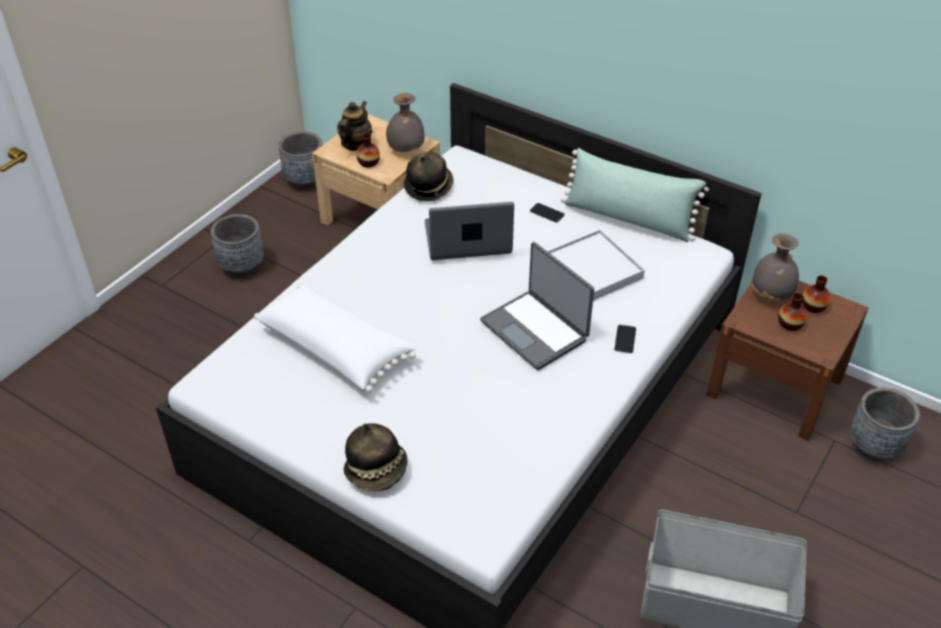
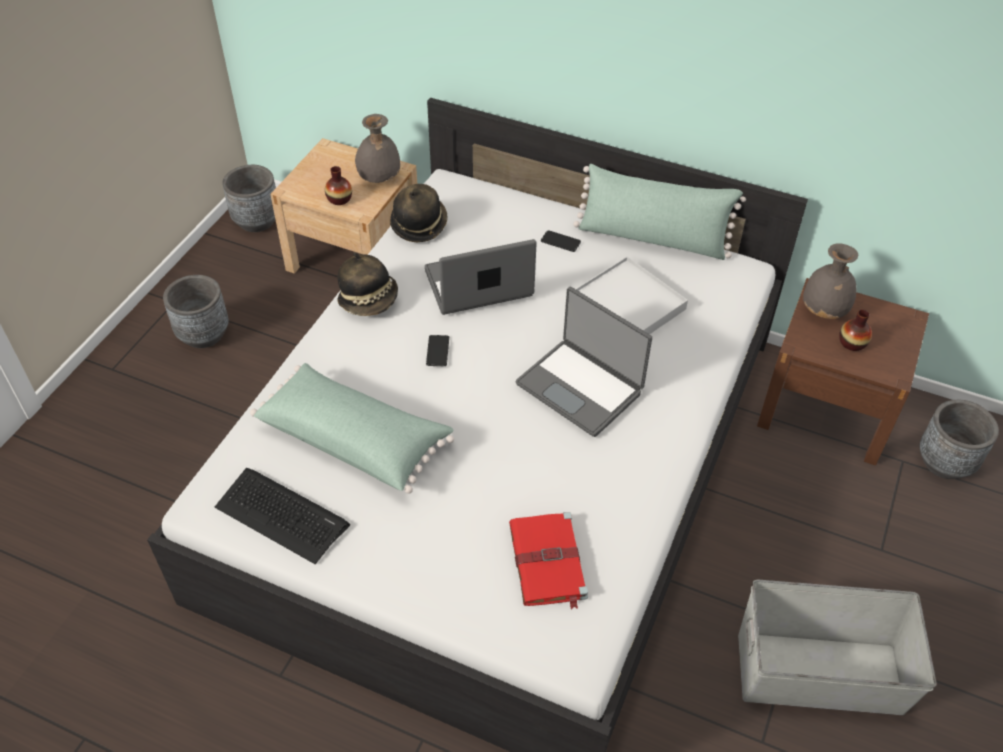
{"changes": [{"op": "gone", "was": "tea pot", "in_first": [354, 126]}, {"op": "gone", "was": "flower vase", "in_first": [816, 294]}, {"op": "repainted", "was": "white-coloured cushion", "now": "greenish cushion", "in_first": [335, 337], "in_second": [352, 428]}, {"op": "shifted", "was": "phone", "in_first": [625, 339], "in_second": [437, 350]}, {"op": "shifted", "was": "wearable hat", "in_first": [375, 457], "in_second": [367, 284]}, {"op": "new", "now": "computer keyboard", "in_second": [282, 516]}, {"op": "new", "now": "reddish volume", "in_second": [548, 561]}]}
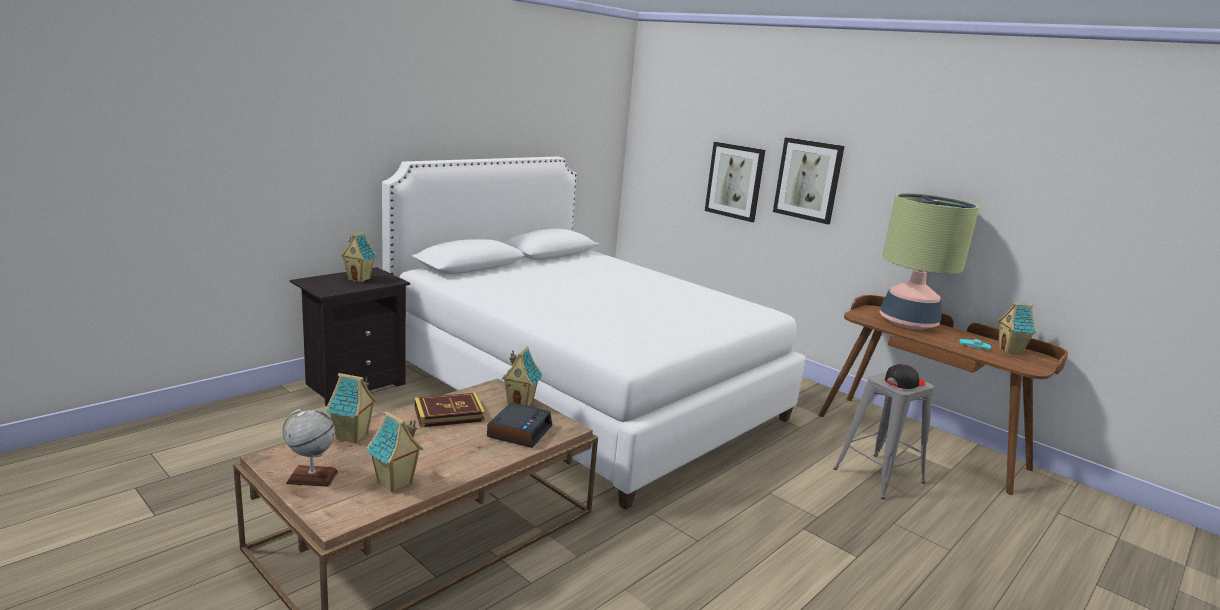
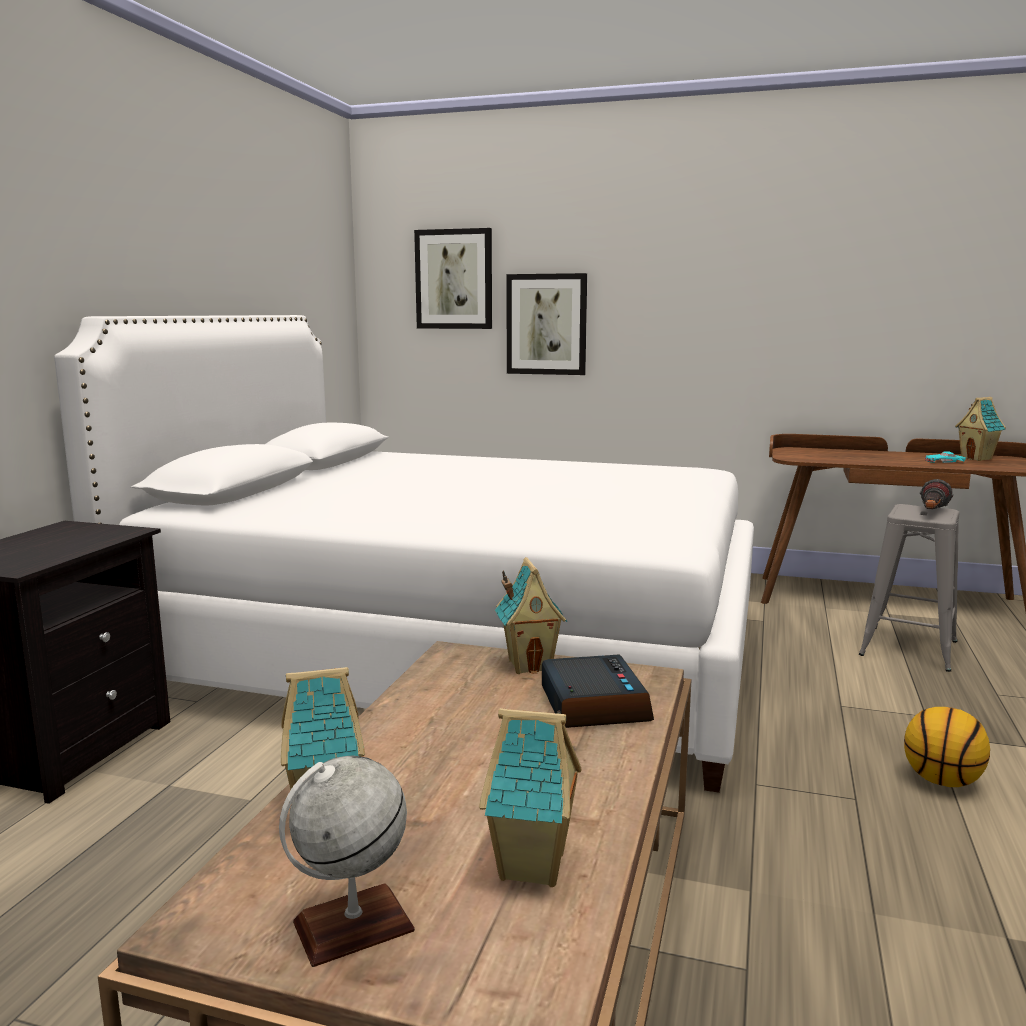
{"changes": [{"op": "shifted", "was": "wall picture", "in_first": [809, 180], "in_second": [453, 278]}, {"op": "gone", "was": "lamp for a table", "in_first": [929, 261]}, {"op": "gone", "was": "miniature house", "in_first": [359, 256]}, {"op": "swapped", "was": "black peaked cap", "now": "hand torch", "in_first": [905, 376], "in_second": [936, 494]}, {"op": "gone", "was": "volume", "in_first": [449, 410]}, {"op": "new", "now": "basketball ball", "in_second": [947, 747]}]}
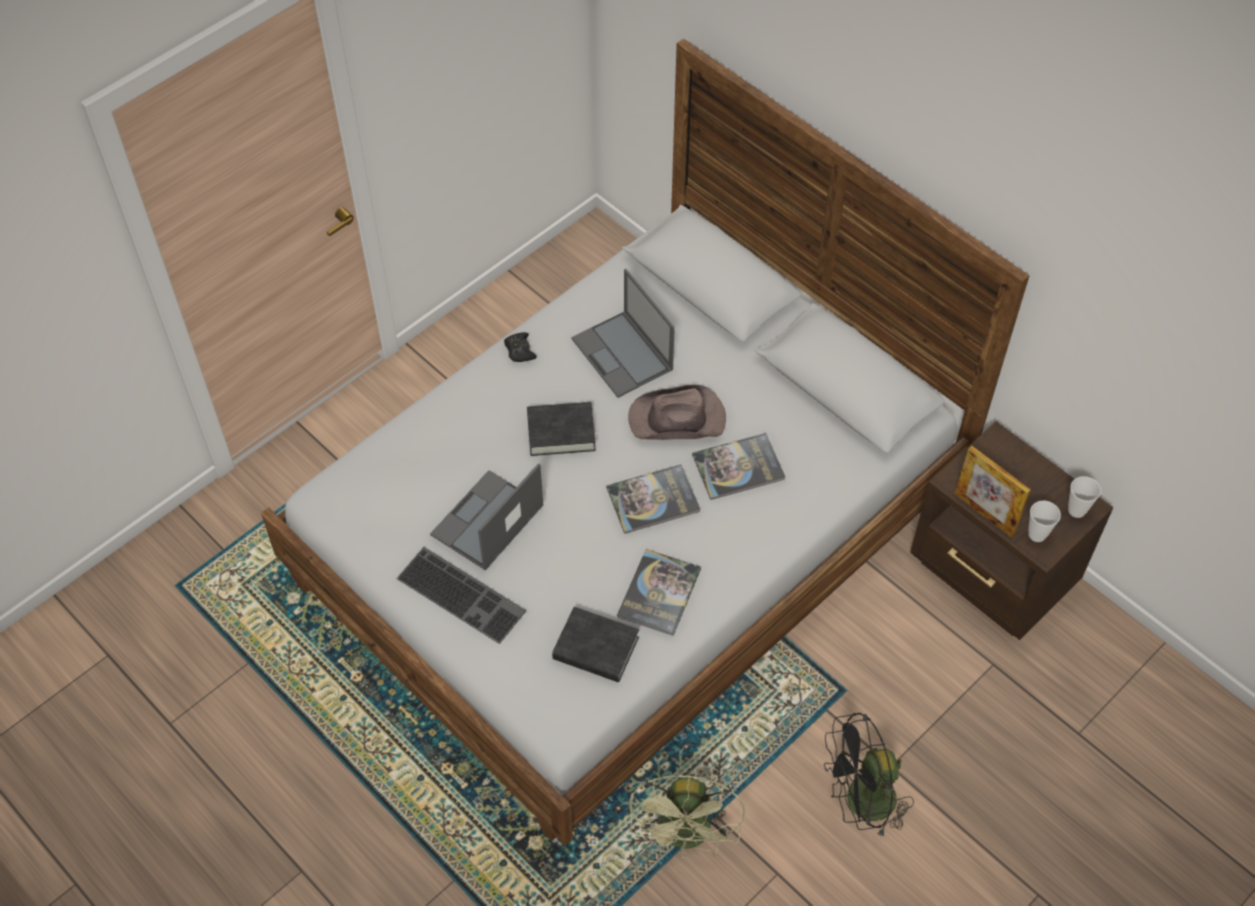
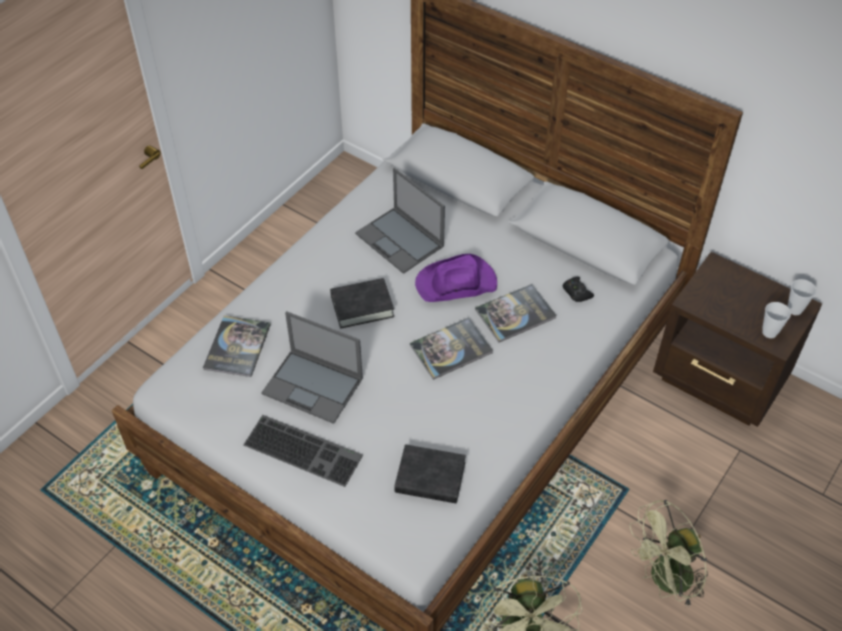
{"changes": [{"op": "shifted", "was": "black gamepad", "in_first": [520, 347], "in_second": [578, 289]}, {"op": "repainted", "was": "brown-coloured wearable hat", "now": "purplish wearable hat", "in_first": [677, 412], "in_second": [456, 278]}, {"op": "gone", "was": "standing frame", "in_first": [993, 491]}, {"op": "rotated", "was": "notebook computer", "in_first": [487, 516], "in_second": [312, 367], "clockwise": -90}, {"op": "shifted", "was": "volume", "in_first": [659, 592], "in_second": [237, 346]}, {"op": "repainted", "was": "black fan", "now": "greenish fan", "in_first": [869, 775], "in_second": [669, 552]}]}
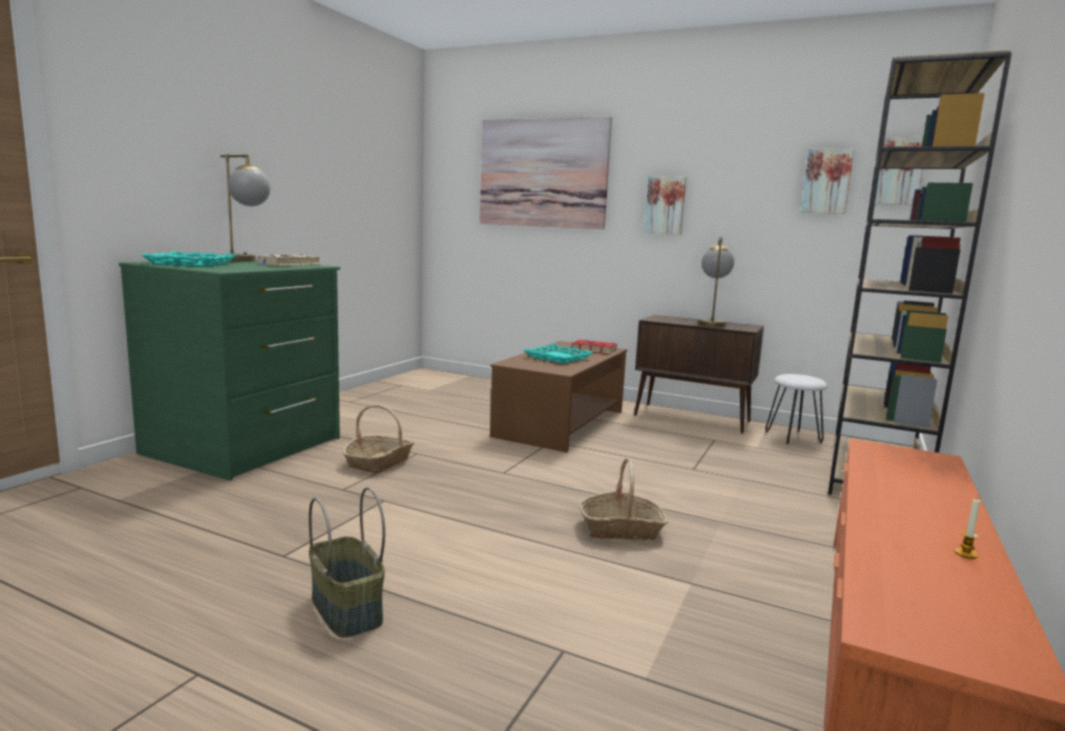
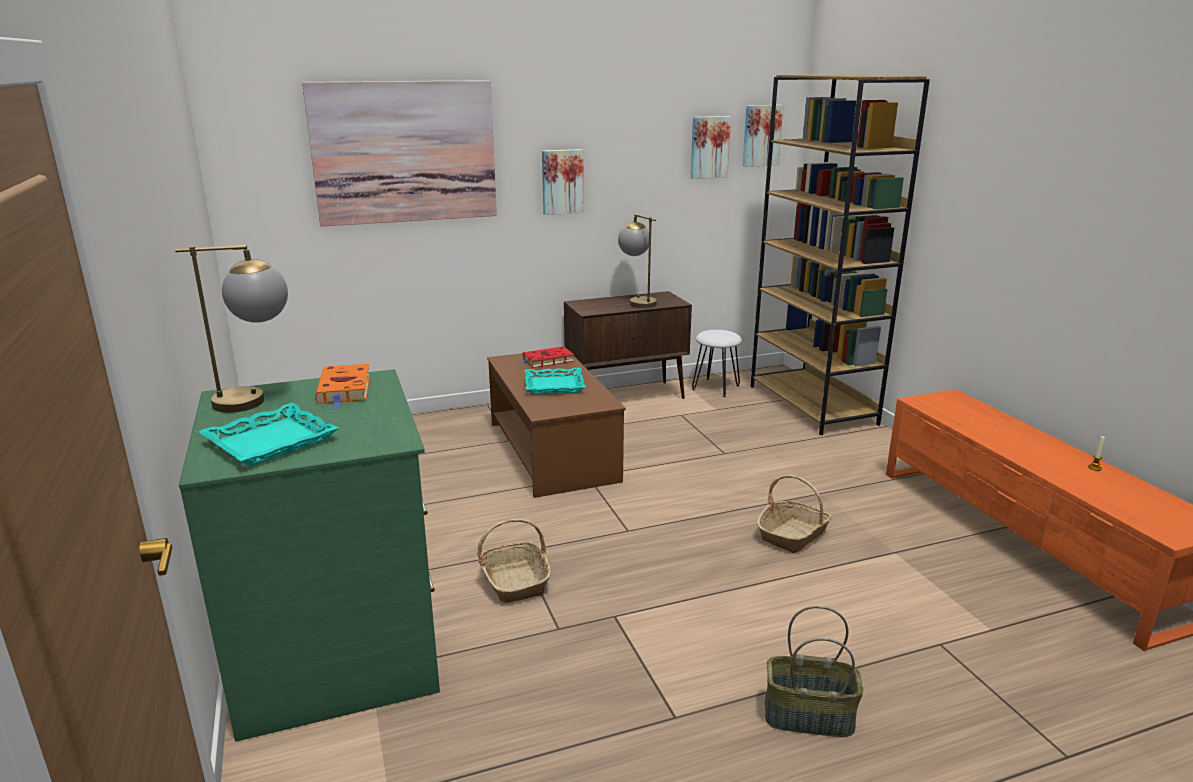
{"changes": [{"op": "repainted", "was": "beige-coloured volume", "now": "orange volume", "in_first": [289, 260], "in_second": [342, 386]}]}
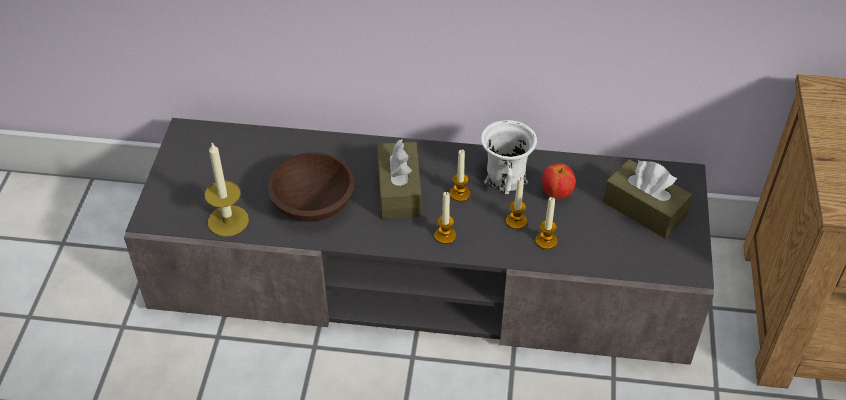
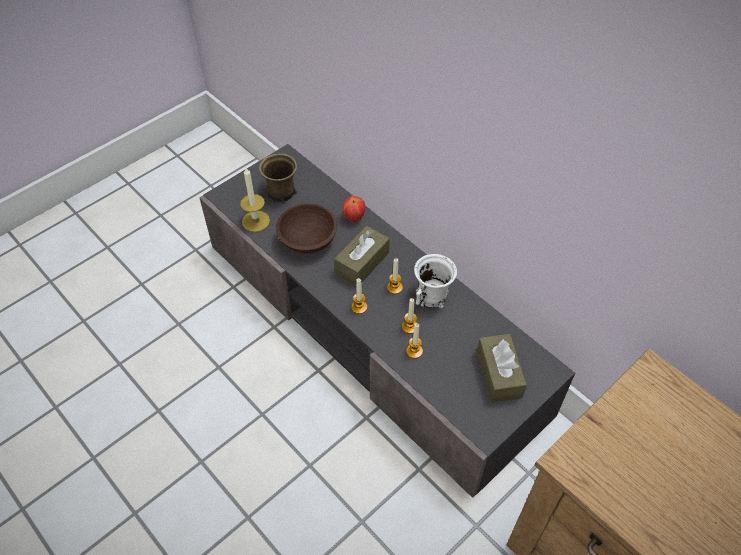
{"changes": [{"op": "shifted", "was": "apple", "in_first": [559, 181], "in_second": [354, 209]}, {"op": "new", "now": "brown-coloured coffee mug", "in_second": [278, 178]}]}
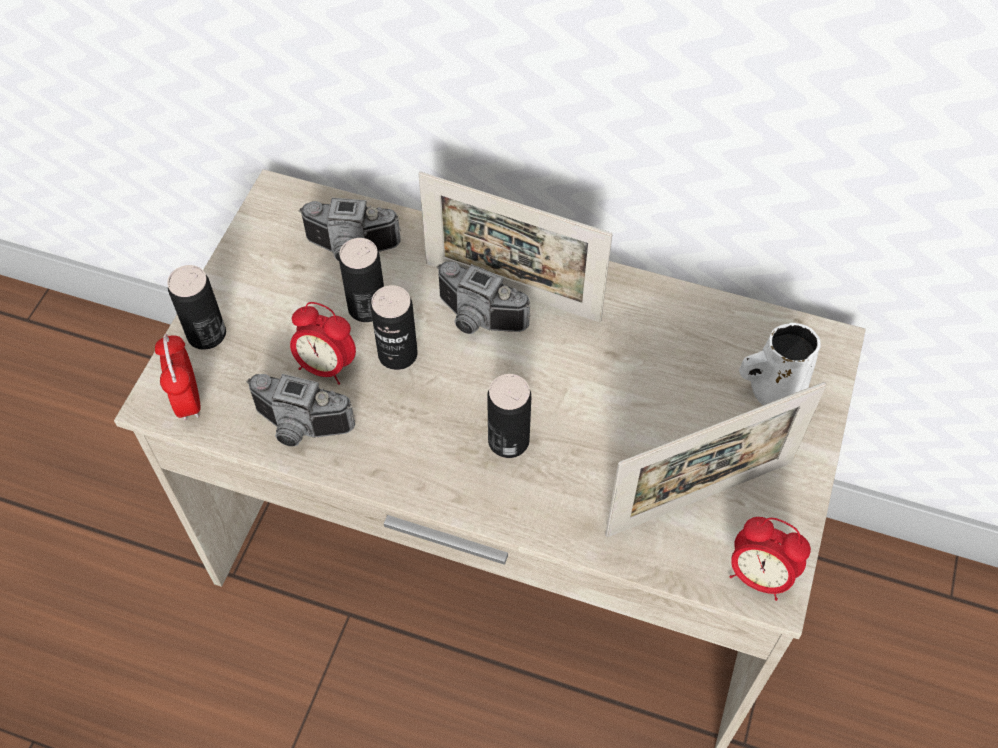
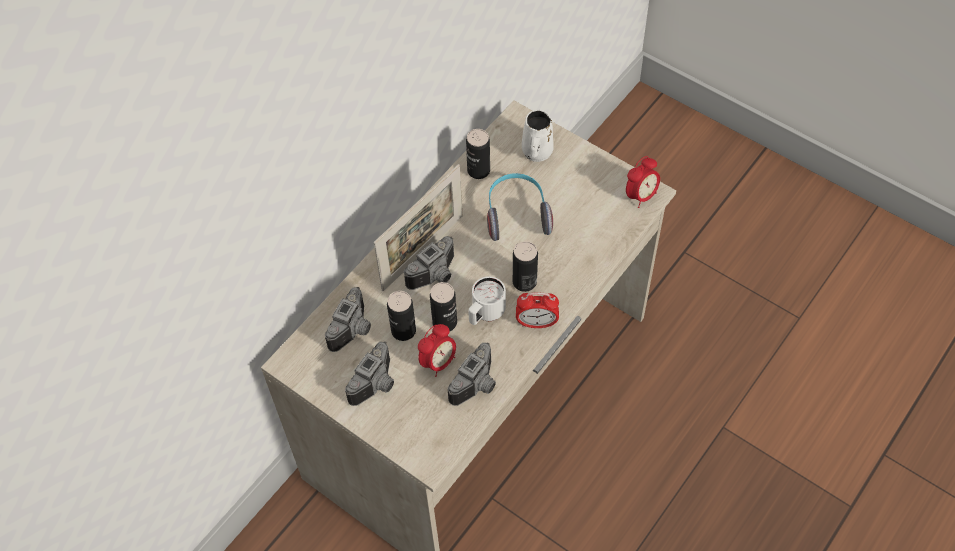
{"changes": [{"op": "shifted", "was": "metal can", "in_first": [196, 307], "in_second": [478, 154]}, {"op": "shifted", "was": "bedside clock", "in_first": [178, 377], "in_second": [537, 310]}, {"op": "gone", "was": "standing frame", "in_first": [716, 459]}, {"op": "new", "now": "pair of headphones", "in_second": [520, 207]}, {"op": "new", "now": "white-coloured coffee mug", "in_second": [487, 300]}, {"op": "new", "now": "still camera", "in_second": [369, 373]}]}
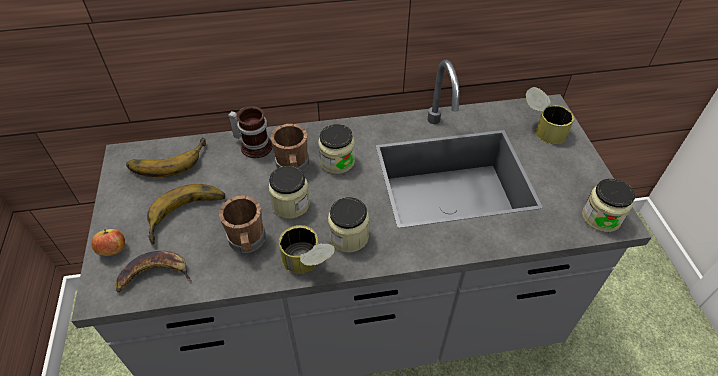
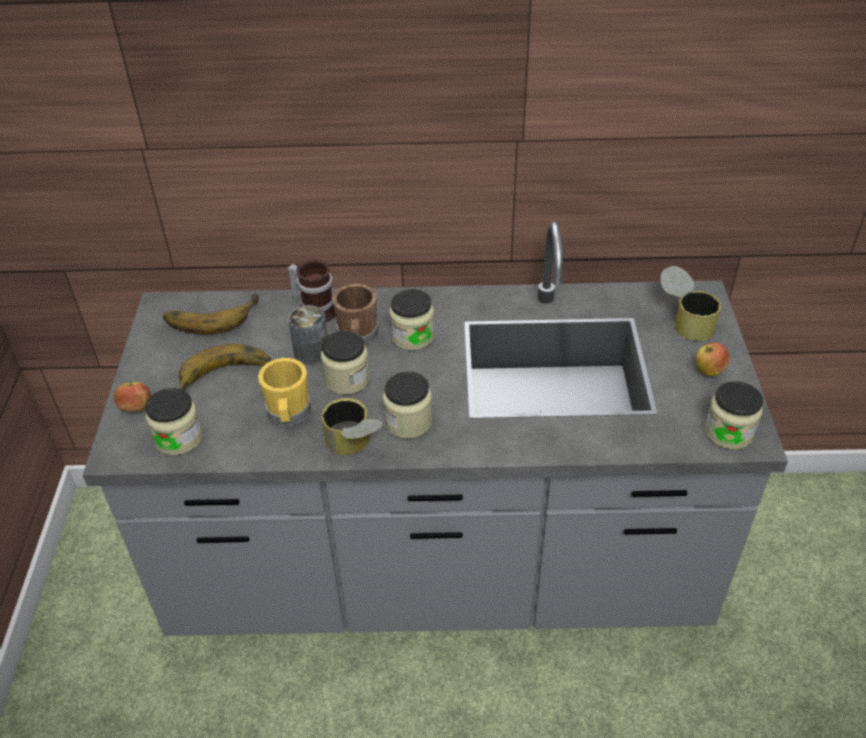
{"changes": [{"op": "repainted", "was": "brown-coloured coffee mug", "now": "yellow coffee mug", "in_first": [242, 224], "in_second": [284, 392]}, {"op": "swapped", "was": "banana fruit", "now": "jar", "in_first": [154, 271], "in_second": [174, 421]}, {"op": "new", "now": "metal can", "in_second": [308, 335]}, {"op": "new", "now": "apple", "in_second": [712, 359]}]}
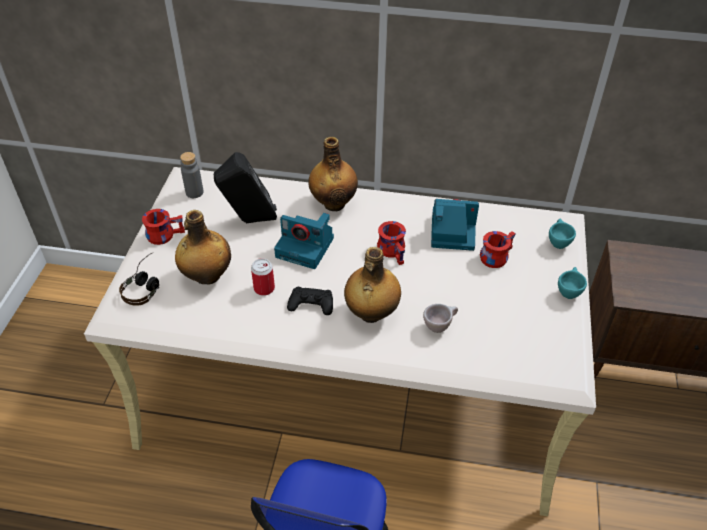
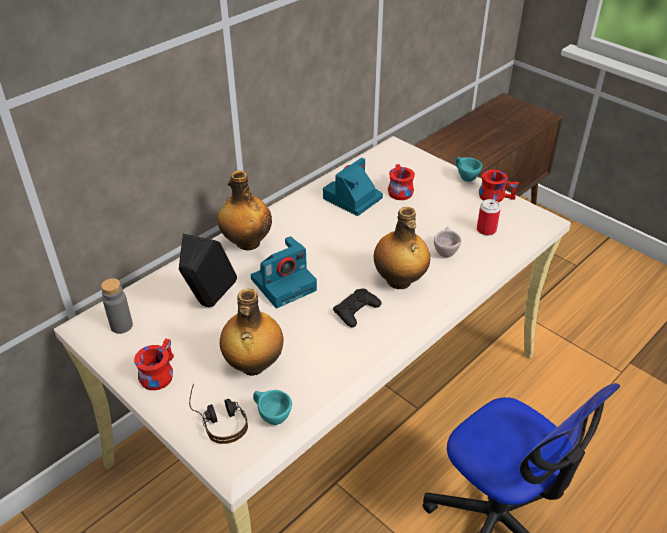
{"changes": [{"op": "shifted", "was": "turquoise-coloured small cup", "in_first": [562, 234], "in_second": [272, 407]}, {"op": "shifted", "was": "reddish coffee mug", "in_first": [391, 243], "in_second": [499, 186]}, {"op": "shifted", "was": "metal can", "in_first": [263, 277], "in_second": [489, 217]}]}
